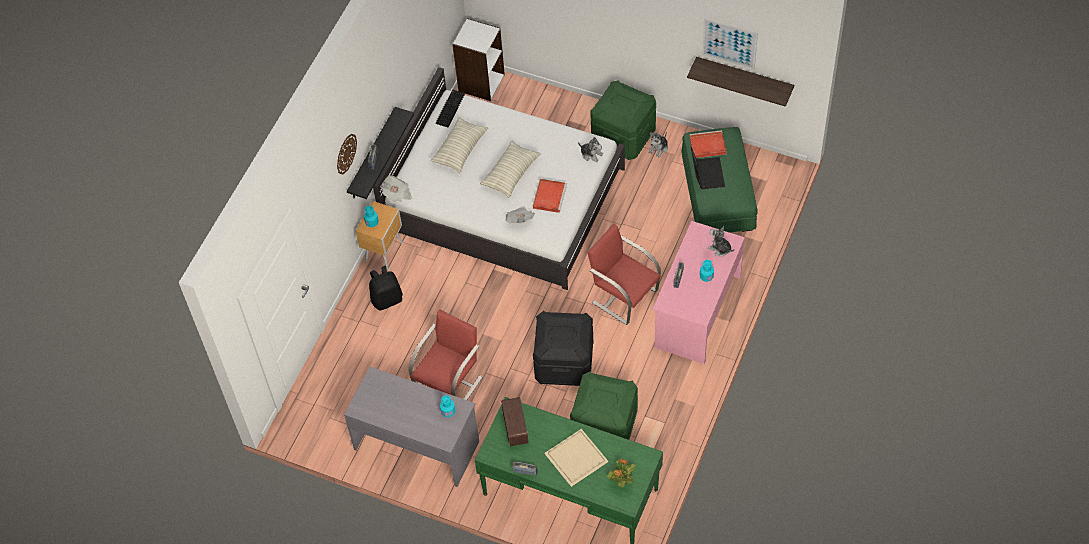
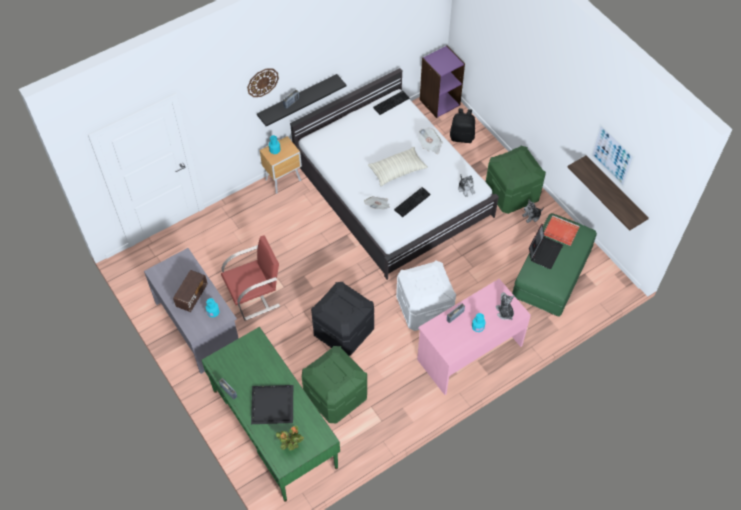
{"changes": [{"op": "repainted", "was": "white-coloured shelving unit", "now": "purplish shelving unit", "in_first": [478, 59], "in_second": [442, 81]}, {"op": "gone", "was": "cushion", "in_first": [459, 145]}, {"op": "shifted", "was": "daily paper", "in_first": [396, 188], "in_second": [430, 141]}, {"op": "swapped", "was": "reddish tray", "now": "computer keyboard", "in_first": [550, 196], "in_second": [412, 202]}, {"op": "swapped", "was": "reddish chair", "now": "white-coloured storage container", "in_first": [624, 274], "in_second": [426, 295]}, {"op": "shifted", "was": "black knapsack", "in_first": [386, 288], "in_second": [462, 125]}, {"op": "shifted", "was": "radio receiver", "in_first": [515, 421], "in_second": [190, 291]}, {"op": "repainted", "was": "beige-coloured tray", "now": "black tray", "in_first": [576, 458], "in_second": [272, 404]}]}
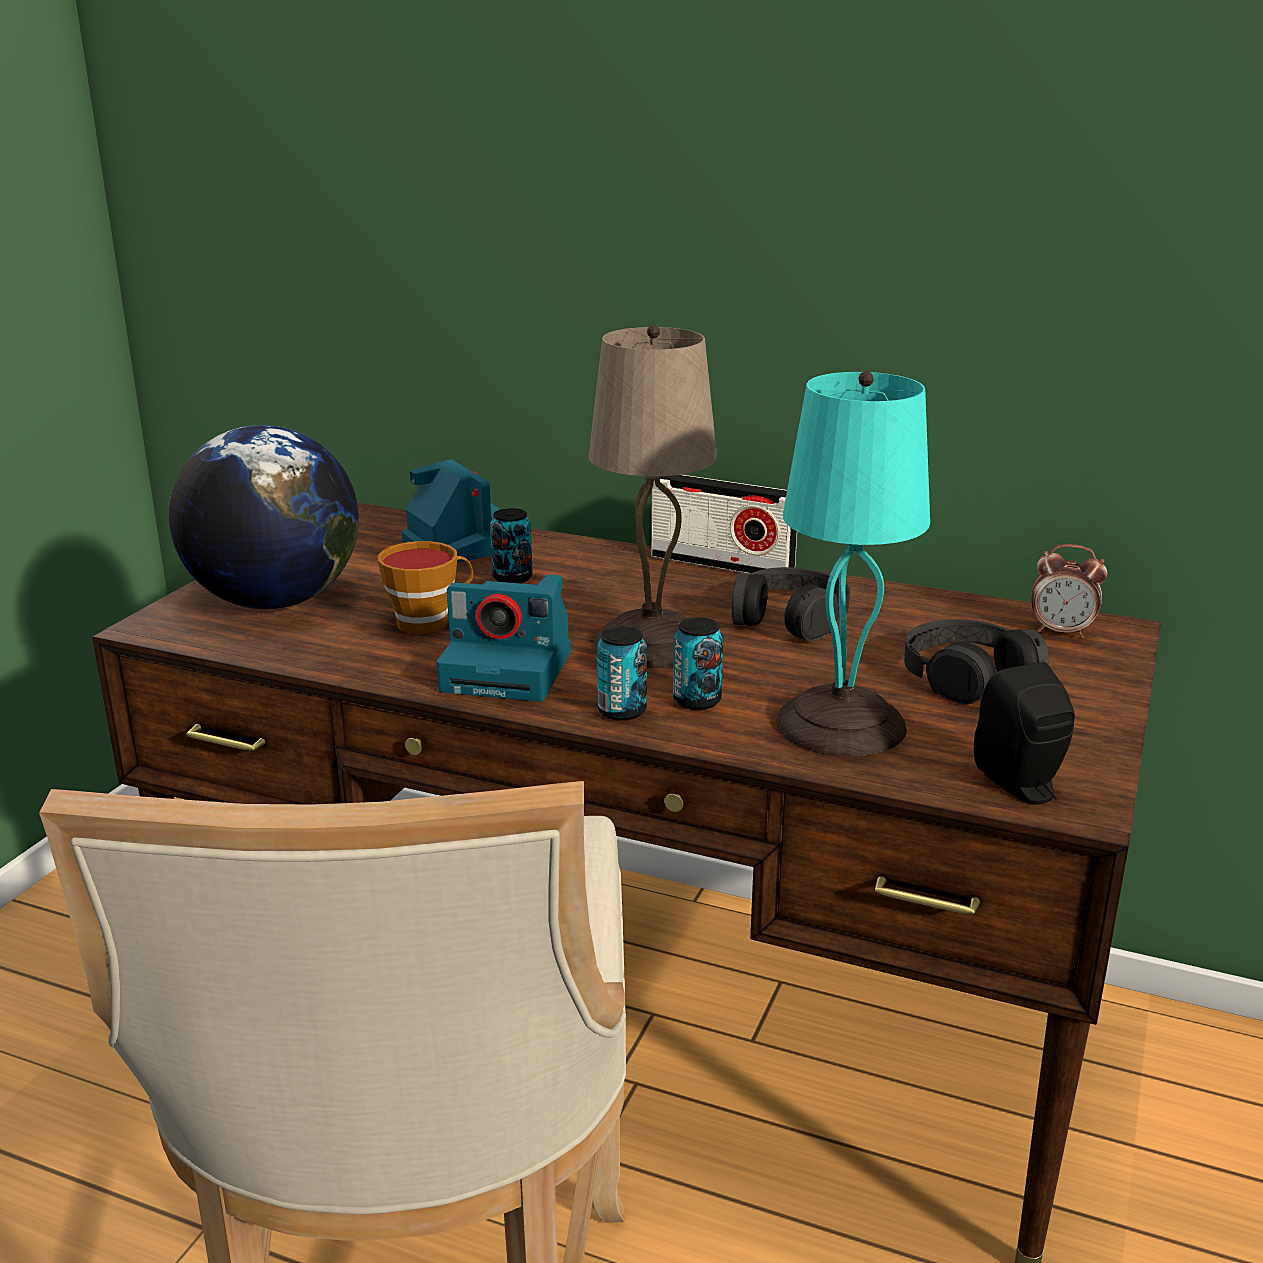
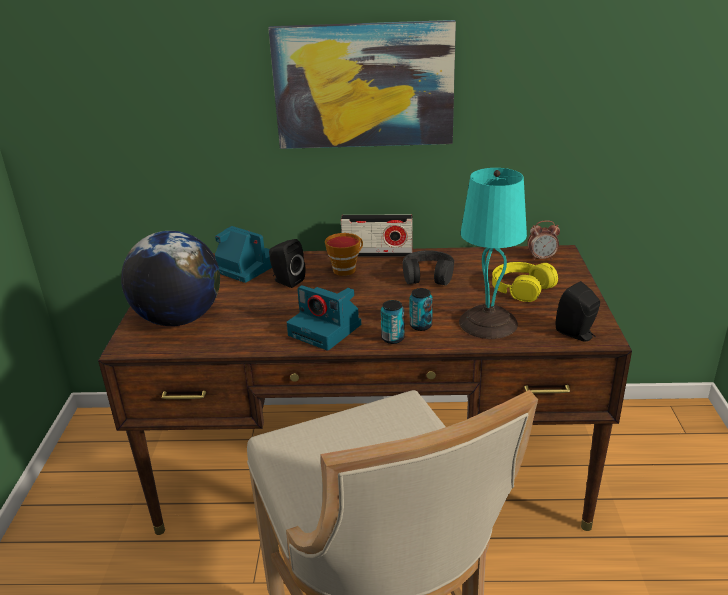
{"changes": [{"op": "gone", "was": "beige-coloured lamp for a table", "in_first": [652, 496]}, {"op": "swapped", "was": "metal can", "now": "black speaker", "in_first": [511, 545], "in_second": [287, 263]}, {"op": "shifted", "was": "small cup", "in_first": [425, 587], "in_second": [344, 254]}, {"op": "rotated", "was": "still camera", "in_first": [504, 638], "in_second": [324, 318], "clockwise": 45}, {"op": "repainted", "was": "black pair of headphones", "now": "yellow pair of headphones", "in_first": [976, 661], "in_second": [525, 282]}, {"op": "new", "now": "wall picture", "in_second": [362, 84]}]}
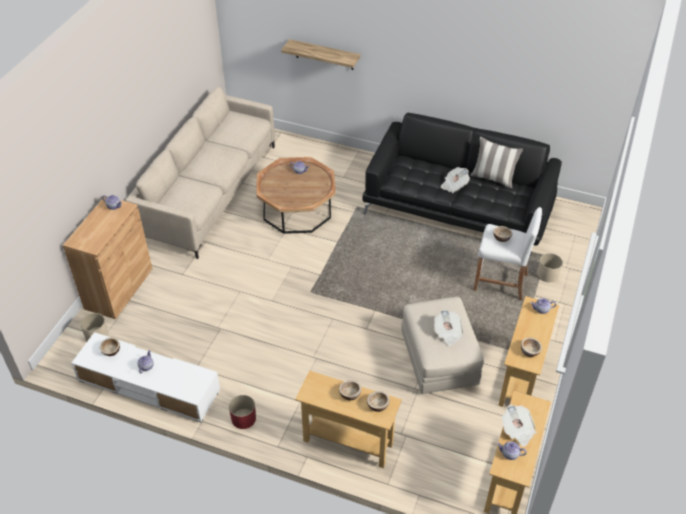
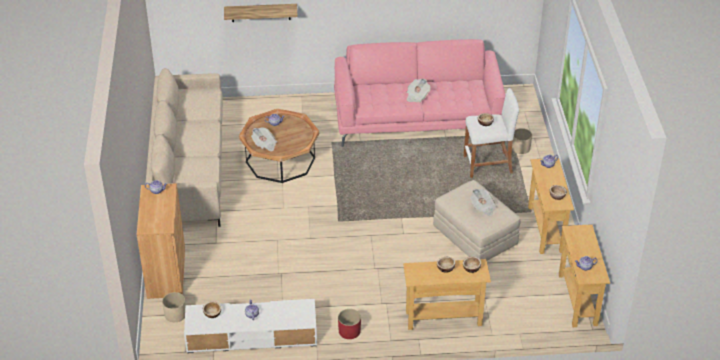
{"changes": [{"op": "repainted", "was": "black couch", "now": "pink couch", "in_first": [462, 185], "in_second": [419, 93]}, {"op": "gone", "was": "cushion", "in_first": [496, 163]}, {"op": "shifted", "was": "daily paper", "in_first": [519, 425], "in_second": [264, 139]}]}
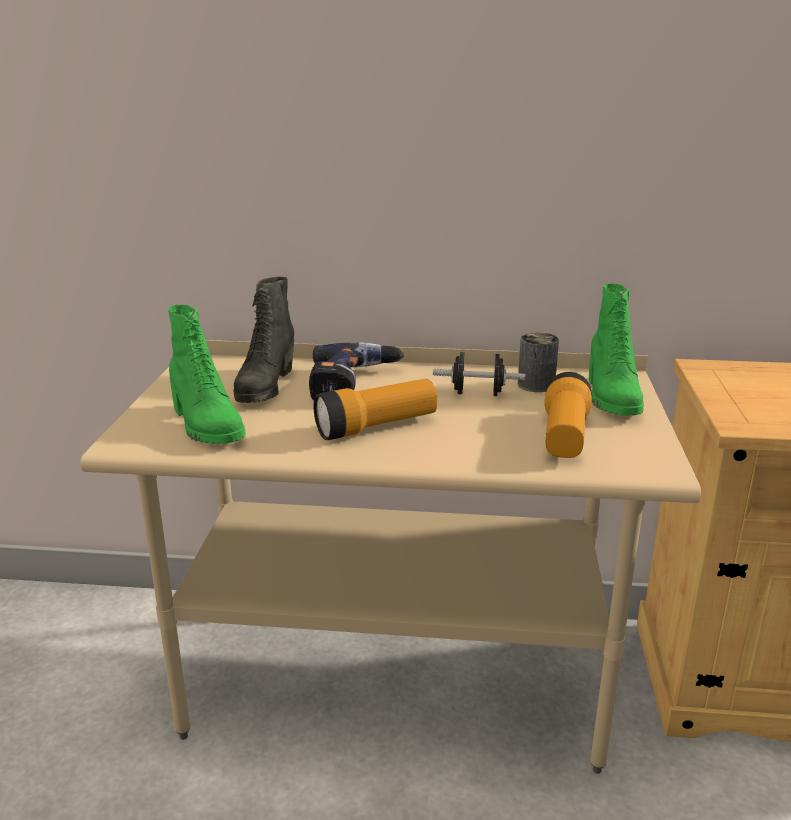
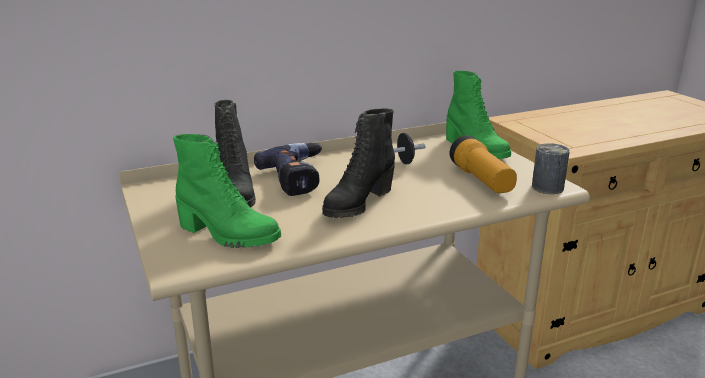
{"changes": [{"op": "shifted", "was": "metal can", "in_first": [538, 362], "in_second": [551, 168]}, {"op": "swapped", "was": "hand torch", "now": "black tall boot", "in_first": [375, 409], "in_second": [358, 163]}]}
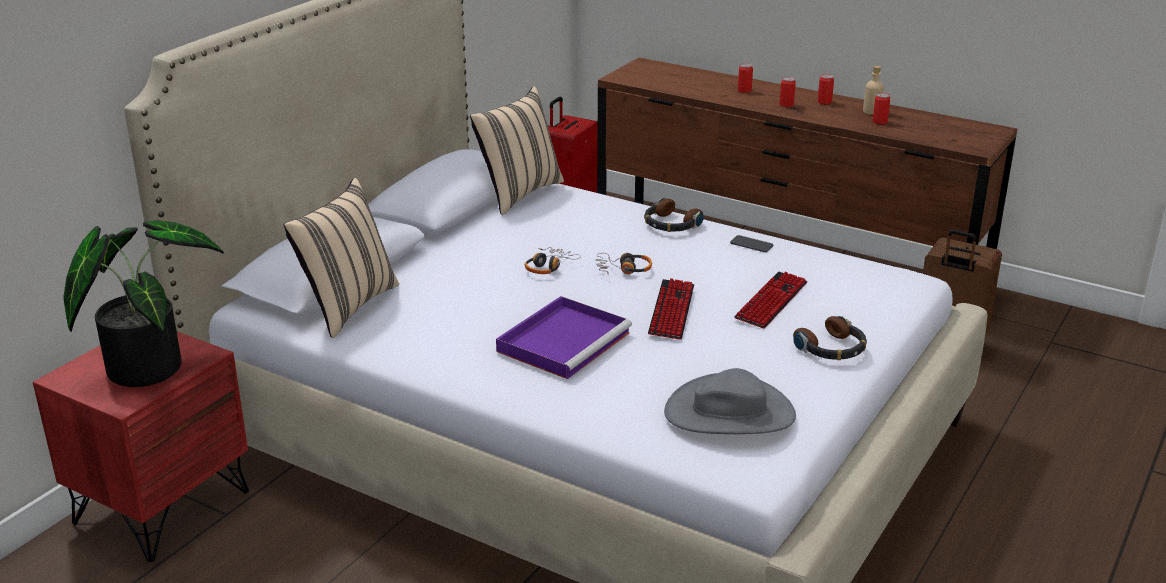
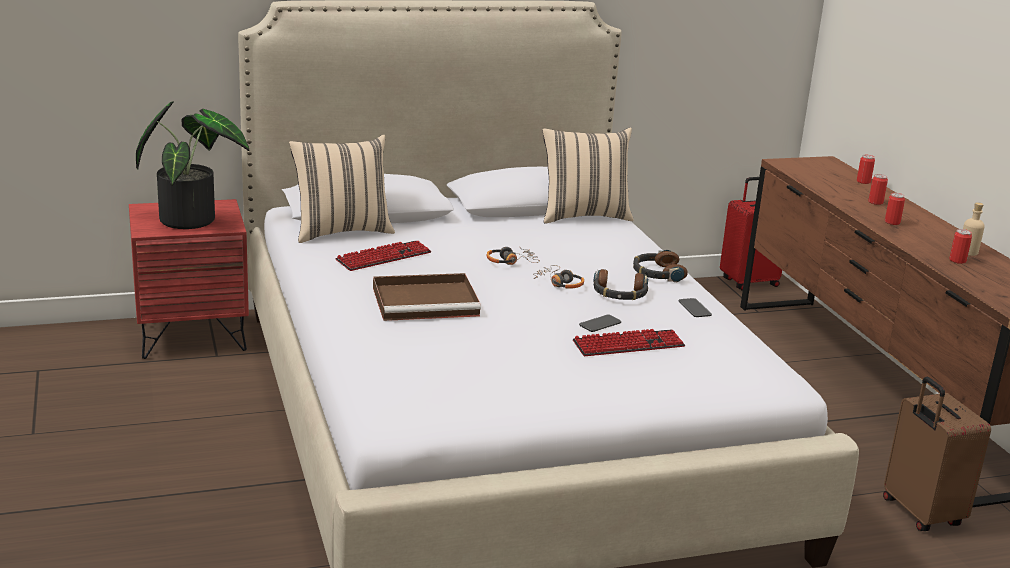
{"changes": [{"op": "shifted", "was": "metal can", "in_first": [826, 89], "in_second": [866, 169]}, {"op": "shifted", "was": "computer keyboard", "in_first": [671, 309], "in_second": [383, 256]}, {"op": "repainted", "was": "purplish tray", "now": "brown-coloured tray", "in_first": [564, 337], "in_second": [427, 297]}, {"op": "shifted", "was": "pair of headphones", "in_first": [830, 338], "in_second": [620, 284]}, {"op": "gone", "was": "grey wearable hat", "in_first": [730, 401]}, {"op": "new", "now": "phone", "in_second": [600, 323]}]}
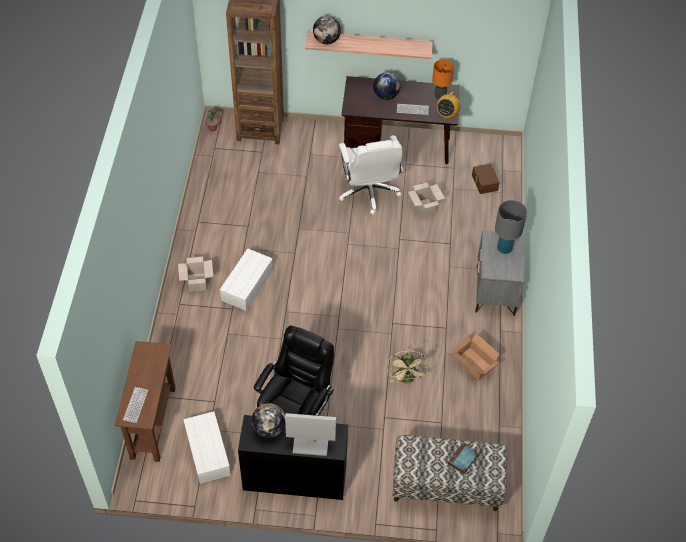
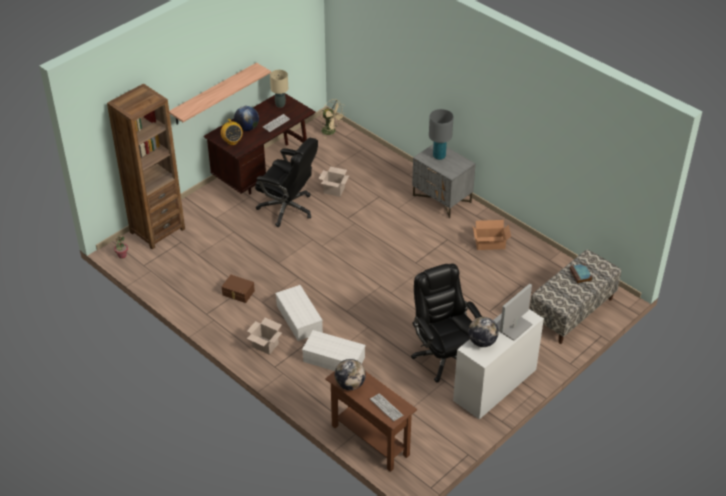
{"changes": [{"op": "shifted", "was": "desk globe", "in_first": [327, 30], "in_second": [350, 374]}, {"op": "repainted", "was": "orange lamp for a table", "now": "beige-coloured lamp for a table", "in_first": [443, 79], "in_second": [279, 89]}, {"op": "shifted", "was": "radio receiver", "in_first": [448, 105], "in_second": [232, 132]}, {"op": "repainted", "was": "white-coloured office chair", "now": "black office chair", "in_first": [371, 175], "in_second": [286, 182]}, {"op": "shifted", "was": "brown-coloured storage container", "in_first": [486, 179], "in_second": [238, 289]}, {"op": "shifted", "was": "beige-coloured fan", "in_first": [408, 367], "in_second": [333, 119]}, {"op": "shifted", "was": "white-coloured storage container", "in_first": [207, 447], "in_second": [333, 350]}, {"op": "repainted", "was": "black desk table", "now": "white-coloured desk table", "in_first": [293, 457], "in_second": [498, 364]}]}
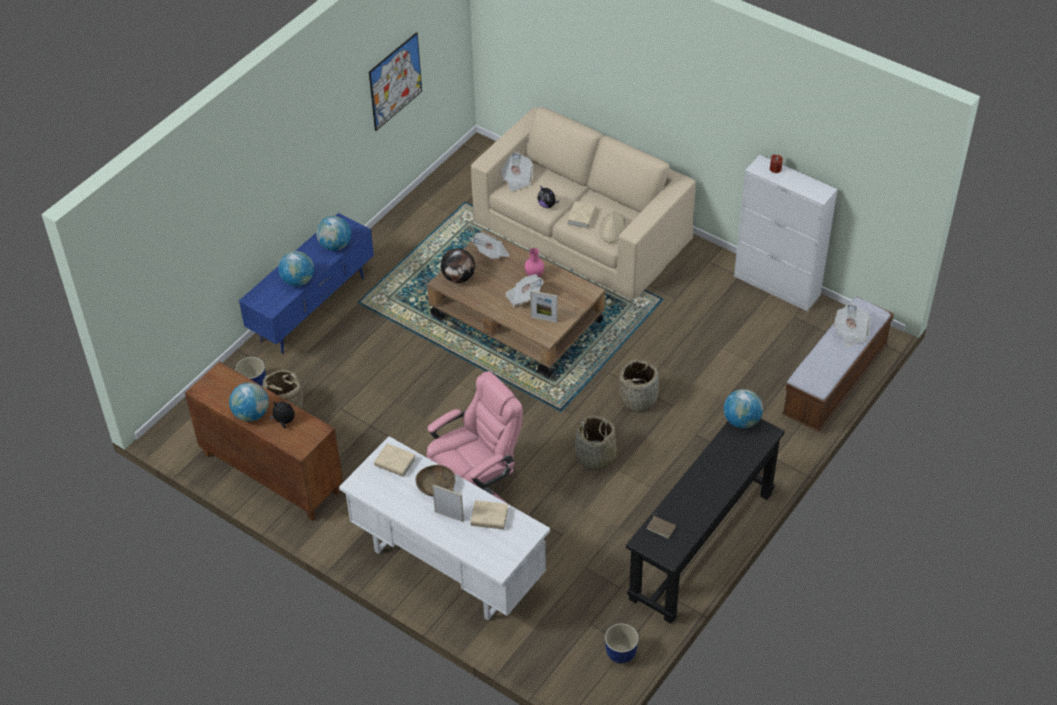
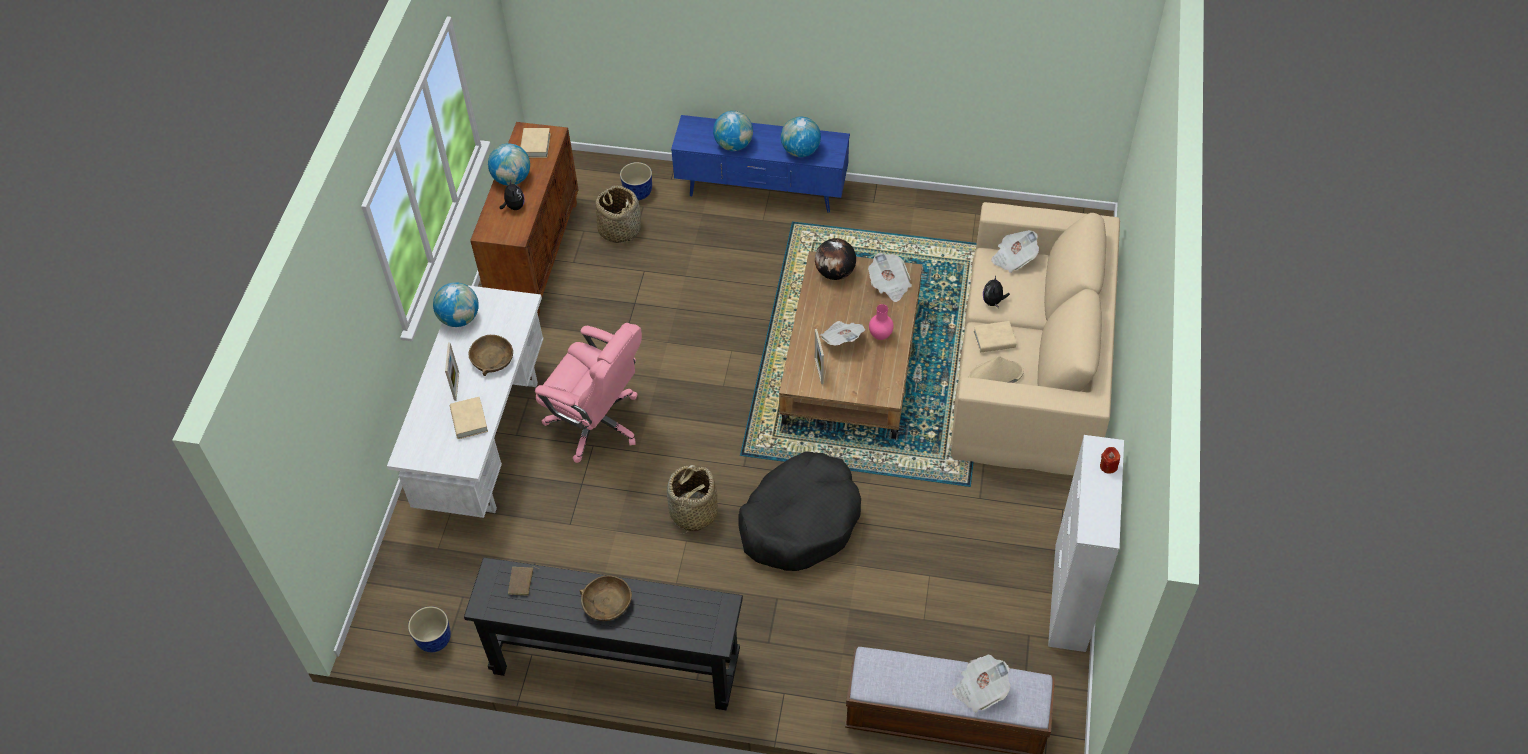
{"changes": [{"op": "gone", "was": "wall picture", "in_first": [395, 81]}, {"op": "swapped", "was": "household basket", "now": "black pet bed", "in_first": [639, 386], "in_second": [800, 511]}, {"op": "shifted", "was": "desk globe", "in_first": [743, 408], "in_second": [456, 304]}, {"op": "shifted", "was": "beige-coloured volume", "in_first": [395, 460], "in_second": [535, 143]}, {"op": "new", "now": "brown-coloured serving bowl", "in_second": [605, 598]}]}
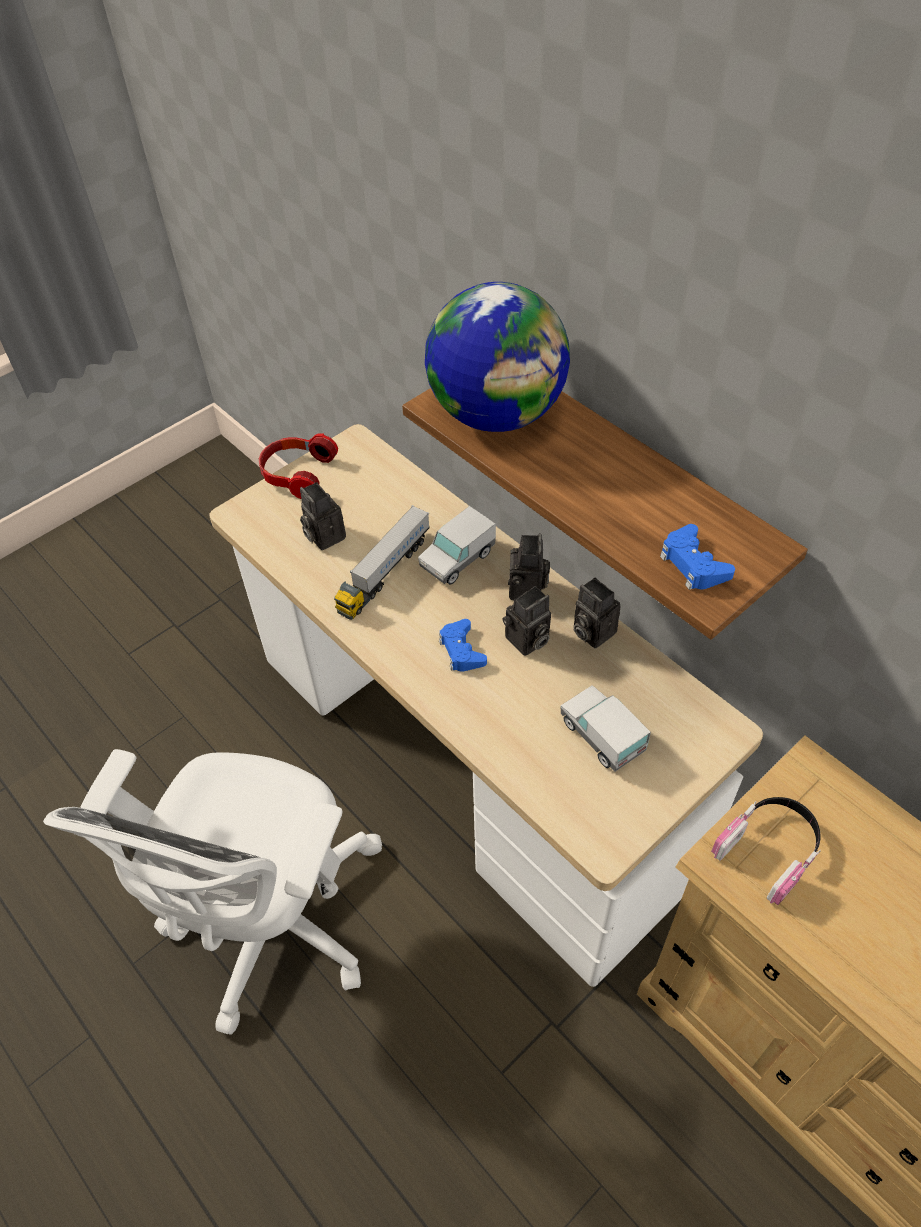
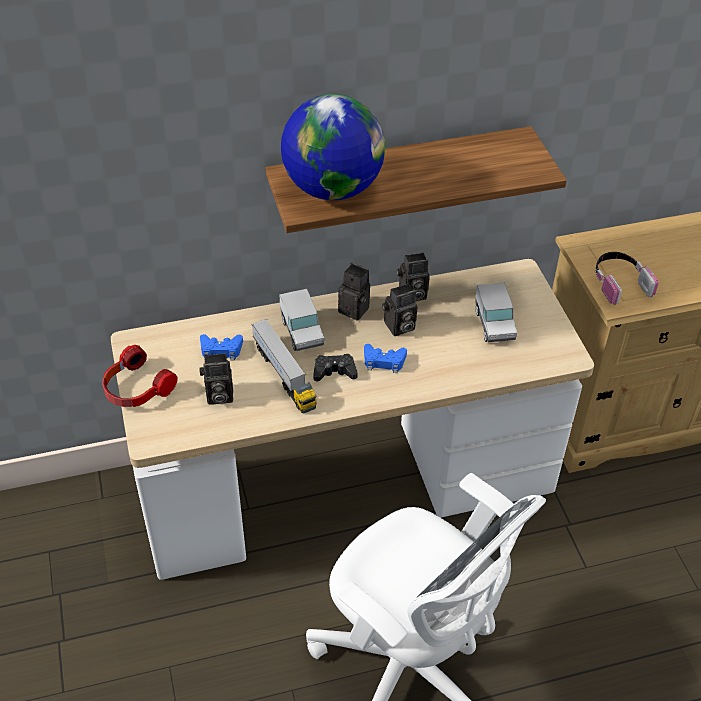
{"changes": [{"op": "shifted", "was": "bluish gamepad", "in_first": [697, 557], "in_second": [221, 347]}, {"op": "rotated", "was": "still camera", "in_first": [527, 621], "in_second": [400, 309], "clockwise": 75}, {"op": "rotated", "was": "toy truck", "in_first": [606, 728], "in_second": [496, 312], "clockwise": -90}, {"op": "new", "now": "black gamepad", "in_second": [335, 367]}]}
